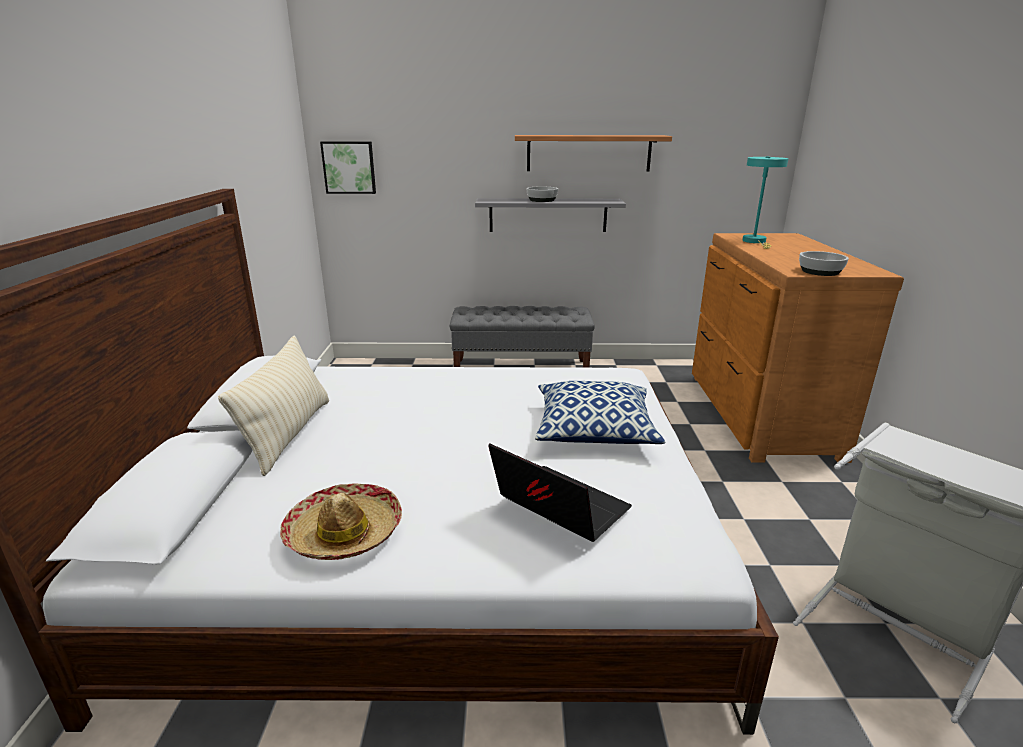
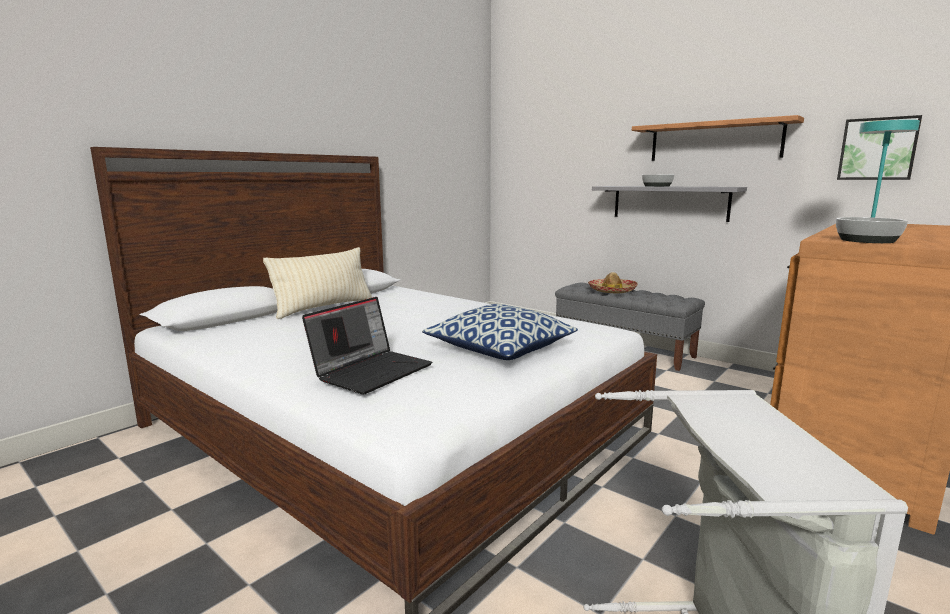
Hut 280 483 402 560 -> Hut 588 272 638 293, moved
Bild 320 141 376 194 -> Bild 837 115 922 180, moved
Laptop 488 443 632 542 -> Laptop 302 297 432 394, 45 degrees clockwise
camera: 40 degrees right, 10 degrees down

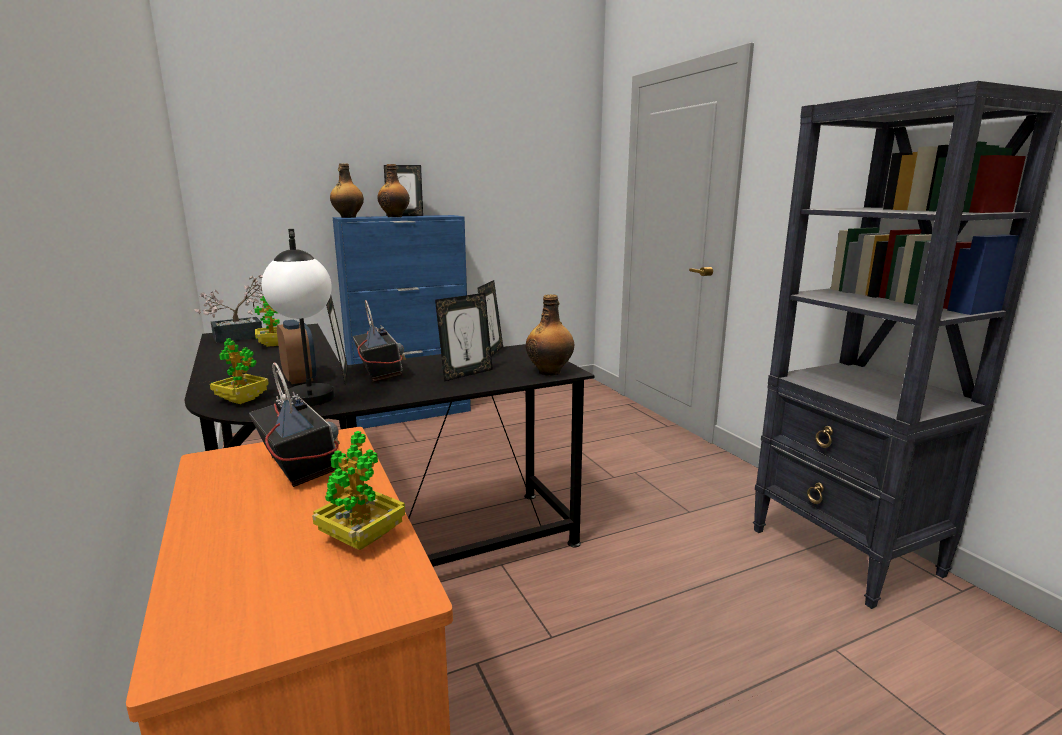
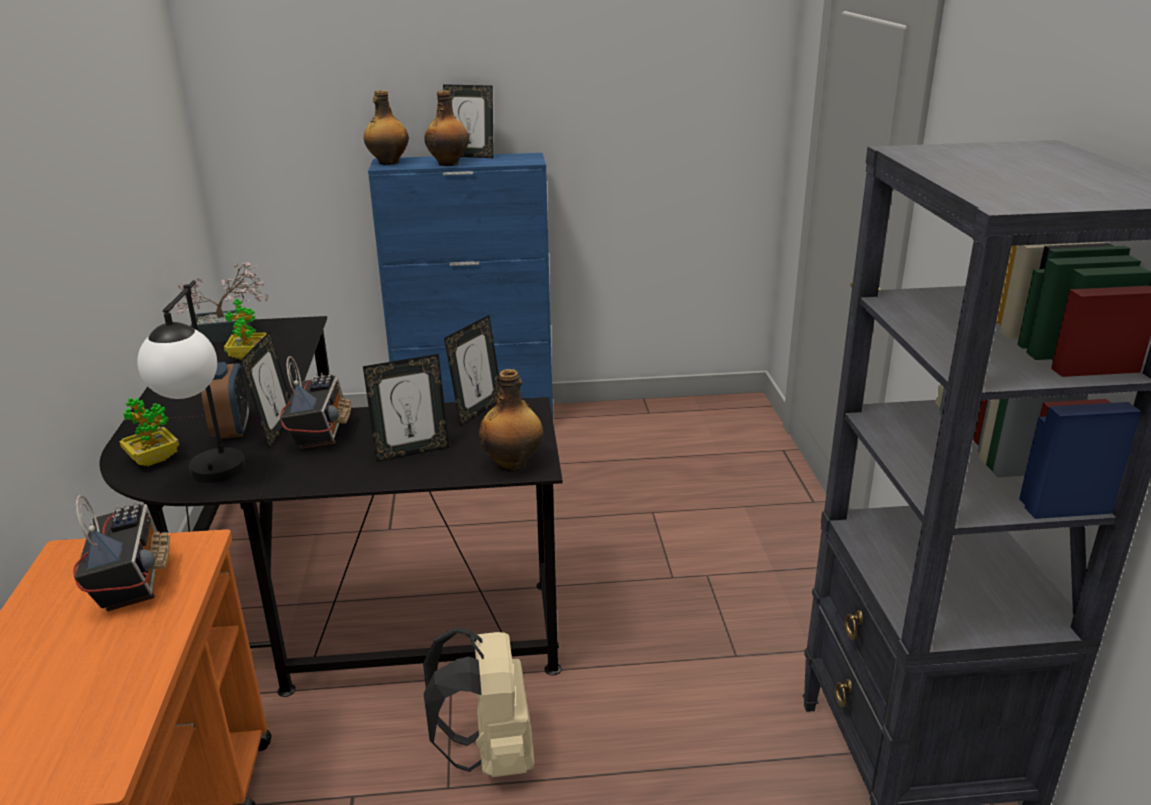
Topfpflanze 312 431 405 550 -> none
none -> Rucksack (beige) 423 628 534 777
camera: 20 degrees right, 10 degrees up

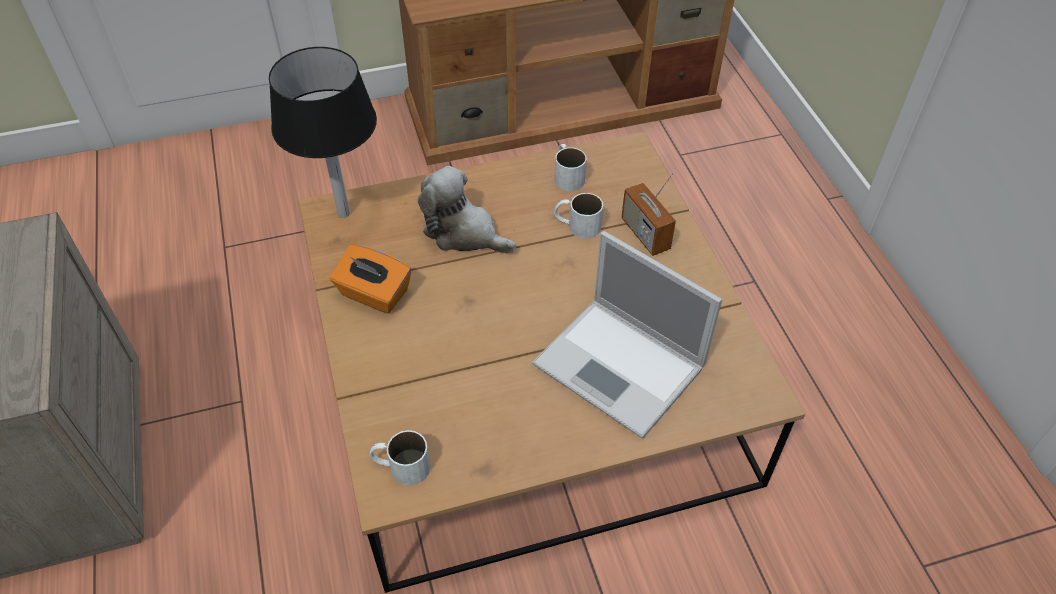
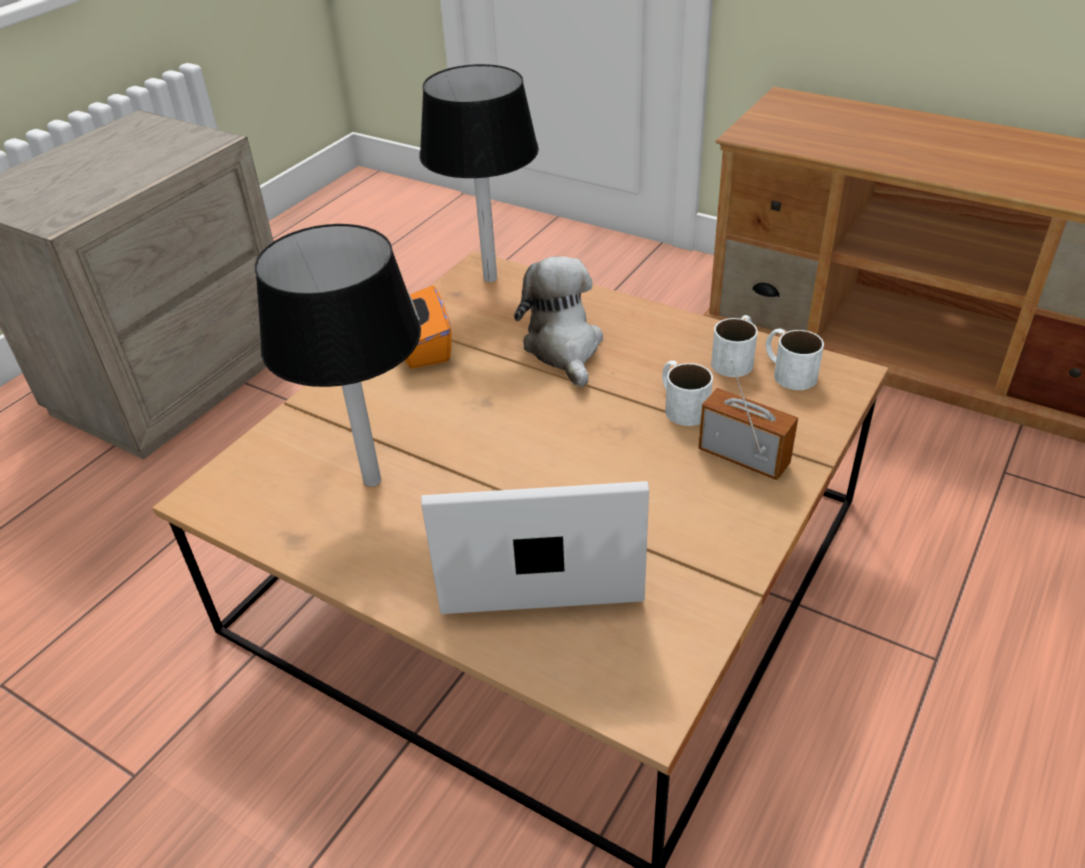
Henkelbecher (weiß) 369 430 430 485 -> Henkelbecher (weiß) 766 329 824 390, moved
Laptop 532 231 722 439 -> Laptop 421 481 649 614, 90 degrees clockwise
Radio 621 172 676 256 -> Radio 698 359 798 480, 105 degrees clockwise
none -> Tischlampe (schwarz) 255 224 421 487
camera: 50 degrees right, 10 degrees down

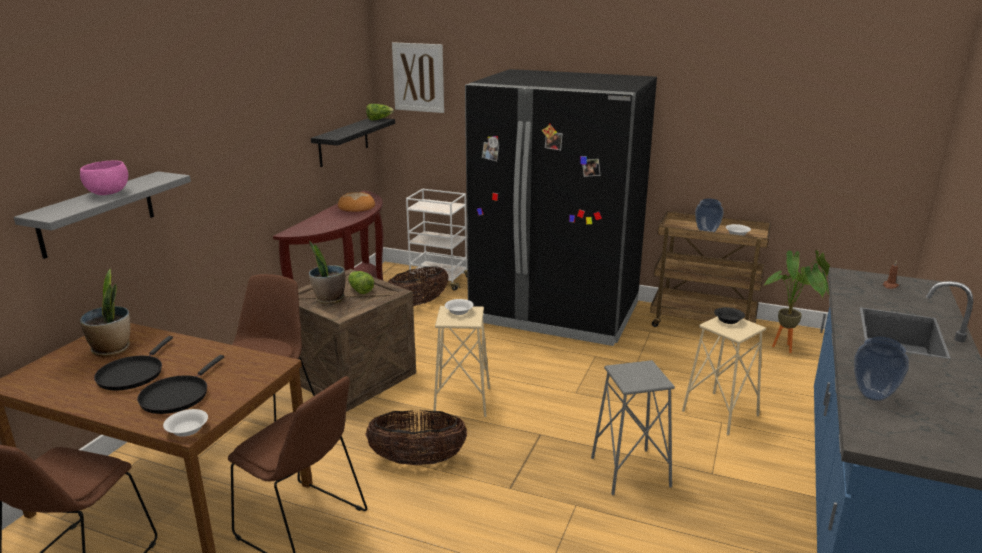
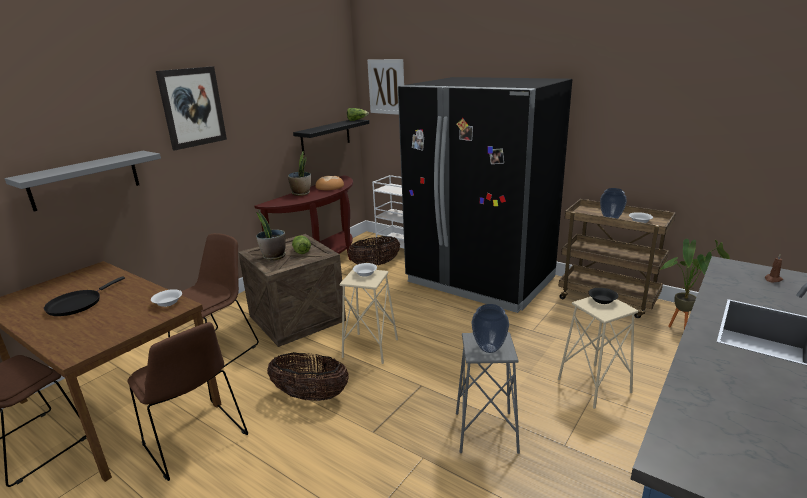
Schüssel (rosa) 80 160 128 195 -> none
Topfpflanze 80 268 130 357 -> Topfpflanze 288 151 311 196, moved
Pfanne (schwarz) 137 355 224 414 -> none
Schüssel (weiß) 163 409 208 437 -> Schüssel (weiß) 151 289 182 307, moved
Vase 854 337 909 401 -> Vase 471 304 509 353, moved
none -> Bild 156 66 227 150
camera: 15 degrees right, 0 degrees up

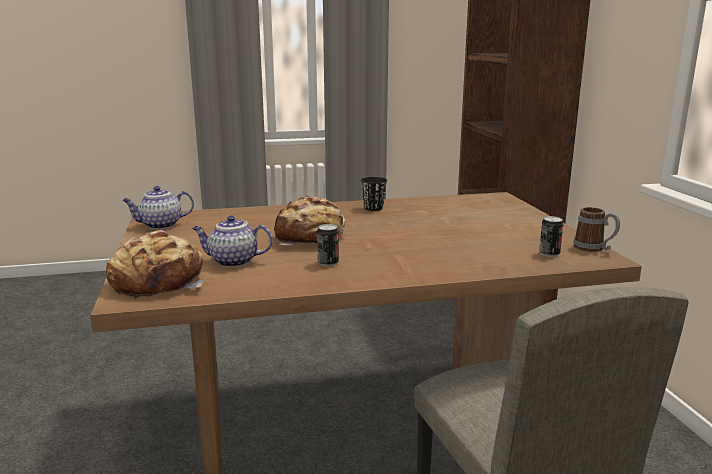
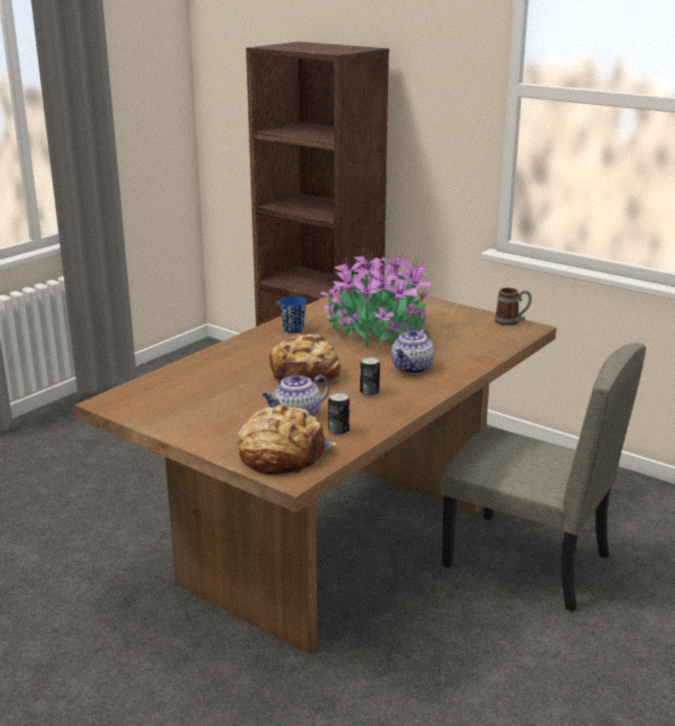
Teekanne 122 186 194 229 -> Teekanne 391 328 434 374, moved
Tasse (schwarz) 361 177 387 211 -> Tasse (blau) 279 296 307 333
Dose 539 216 563 257 -> Dose 328 393 350 436, moved
none -> Topfpflanze 320 247 432 347
camera: 40 degrees left, 5 degrees up

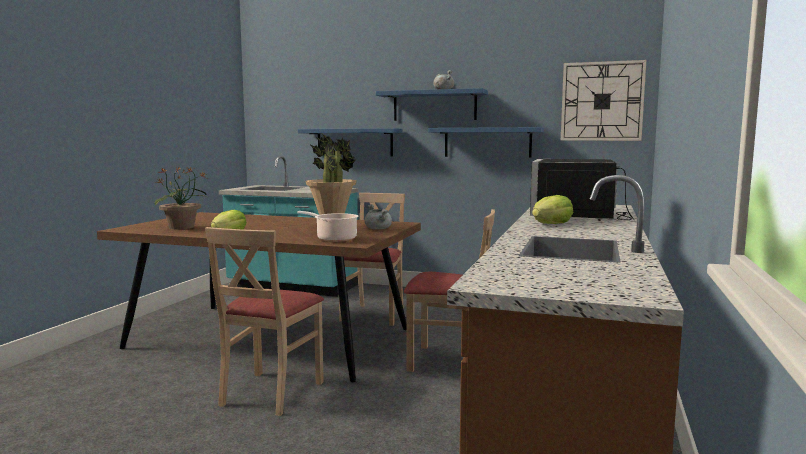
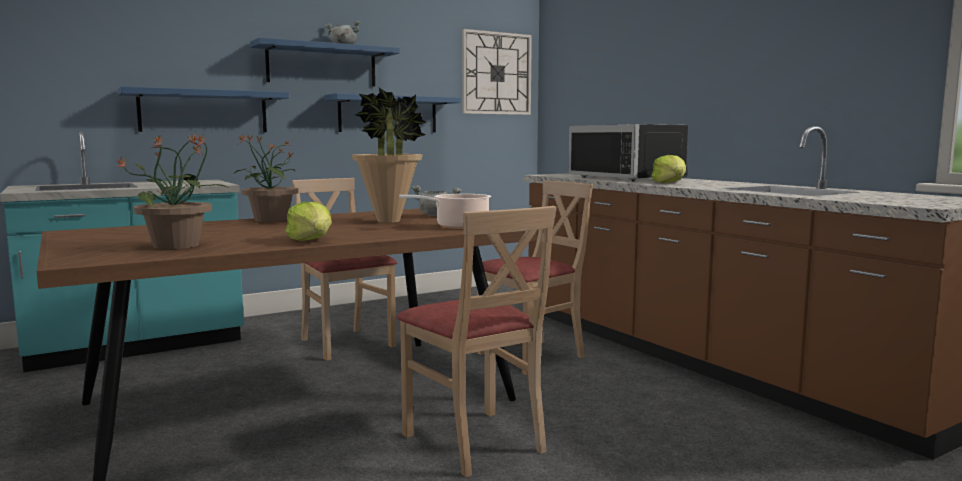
none -> Topfpflanze 233 133 298 222
camera: 50 degrees left, 0 degrees up

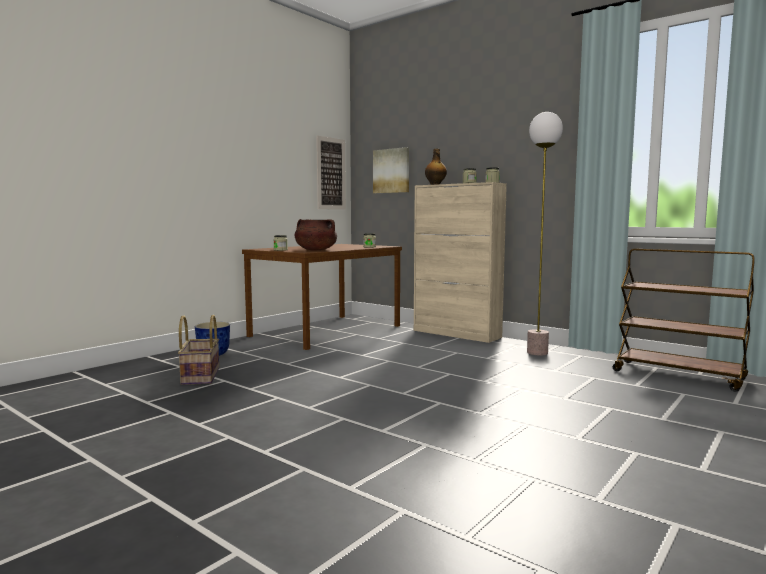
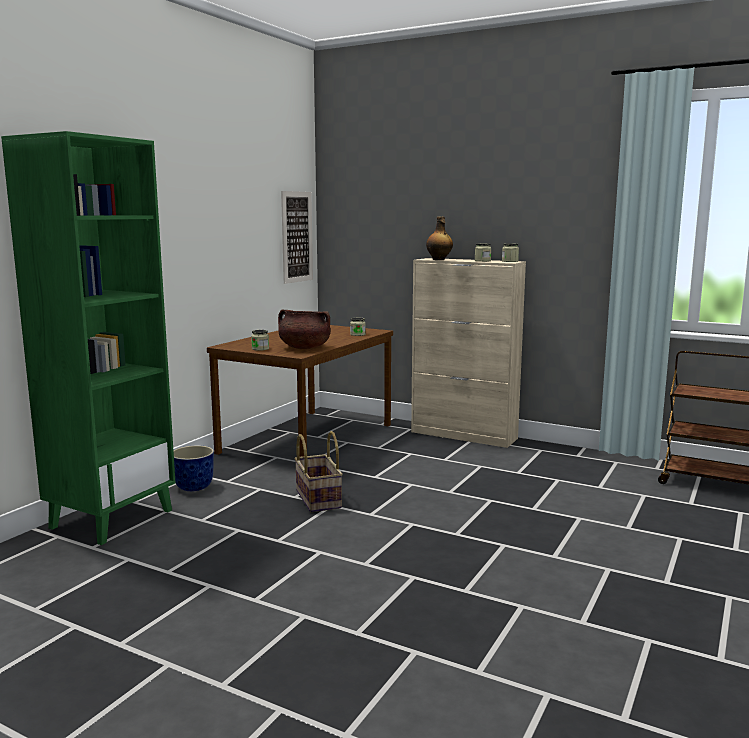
Korb 178 315 219 385 -> Korb 294 431 343 512, moved
Bild 373 147 409 193 -> none
Stehlampe 527 112 563 356 -> none
none -> Bücherregal (grün) 1 131 176 545
camera: 10 degrees left, 5 degrees up

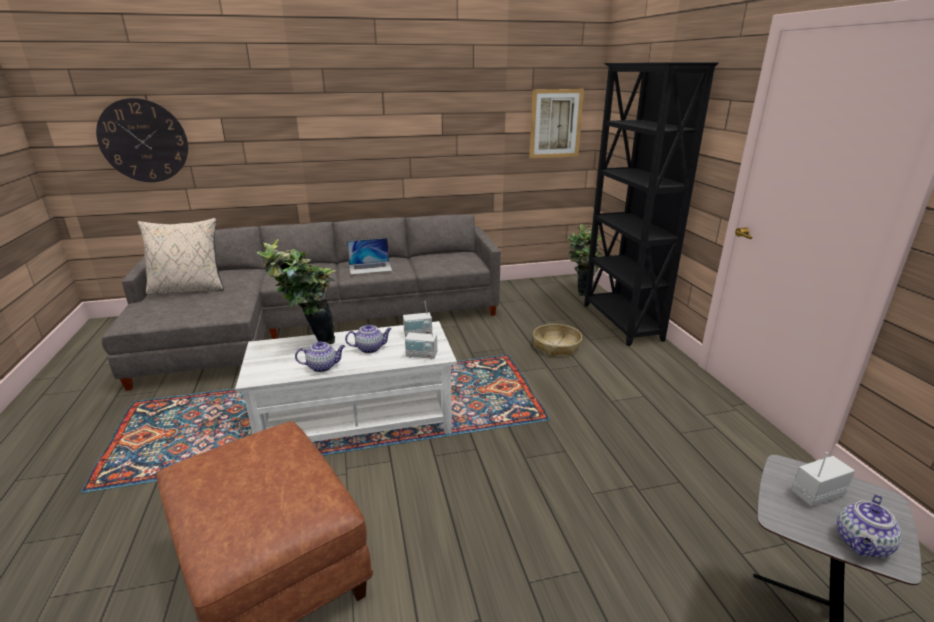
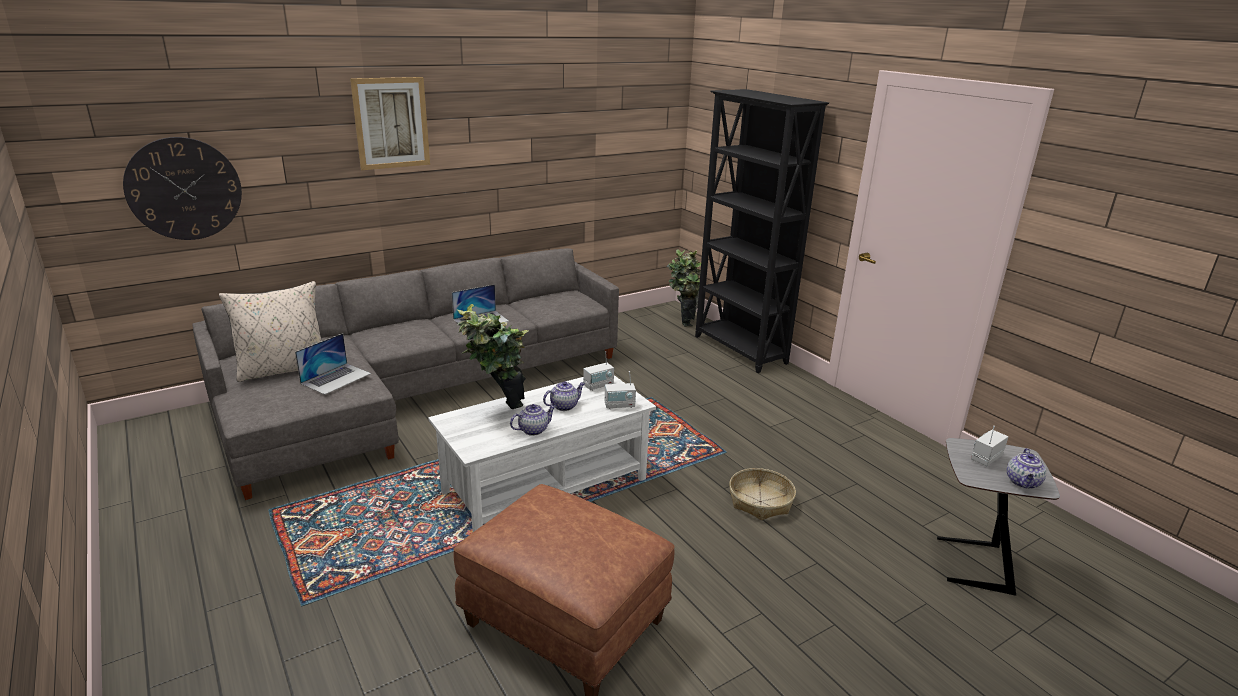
Bild 529 89 584 158 -> Bild 350 77 430 170, moved
Korb 533 324 582 356 -> Korb 729 468 796 520, moved
none -> Laptop 295 333 371 395
camera: 20 degrees left, 0 degrees up

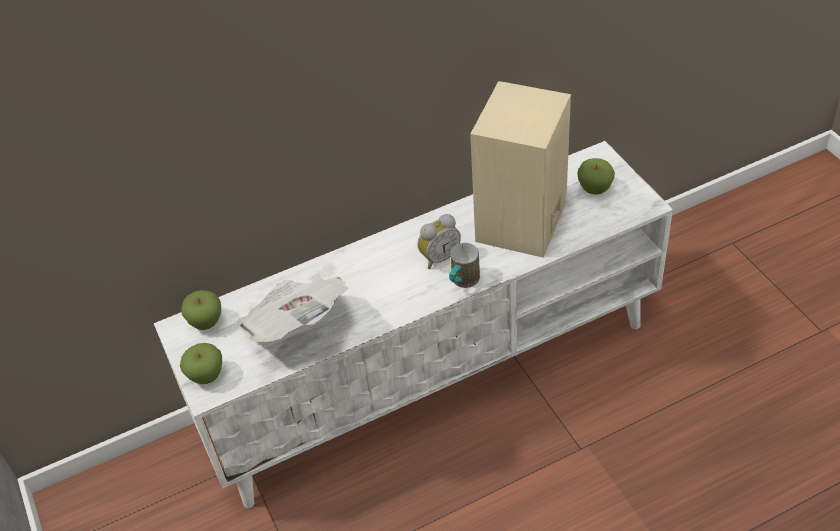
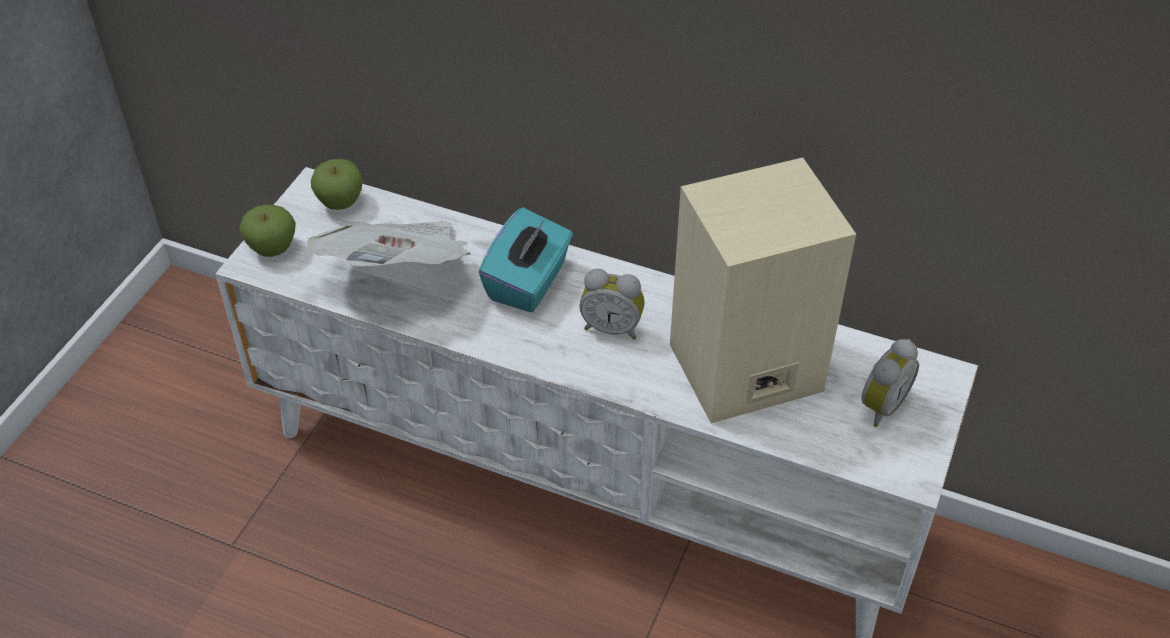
Henkelbecher 449 243 480 288 -> none
Apfel 577 158 615 195 -> Wecker 861 339 919 427
none -> Taschentuchbox (türkis) 478 207 573 312
camera: 45 degrees right, 0 degrees up

